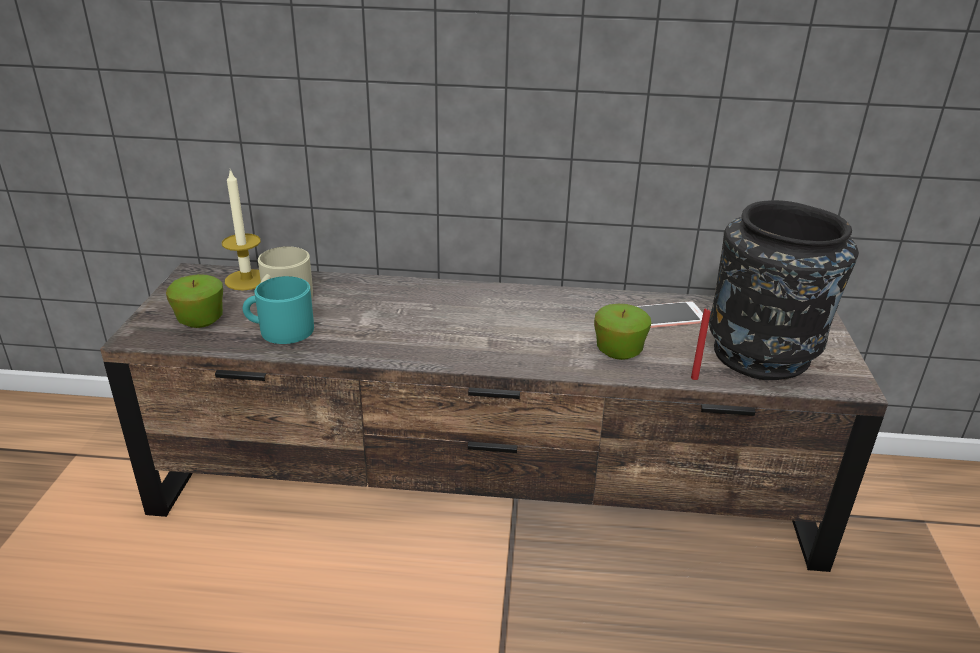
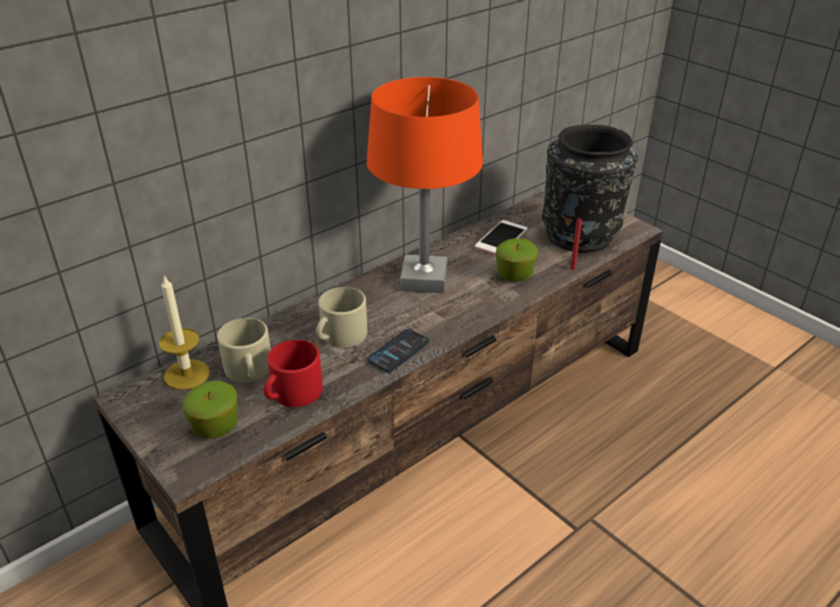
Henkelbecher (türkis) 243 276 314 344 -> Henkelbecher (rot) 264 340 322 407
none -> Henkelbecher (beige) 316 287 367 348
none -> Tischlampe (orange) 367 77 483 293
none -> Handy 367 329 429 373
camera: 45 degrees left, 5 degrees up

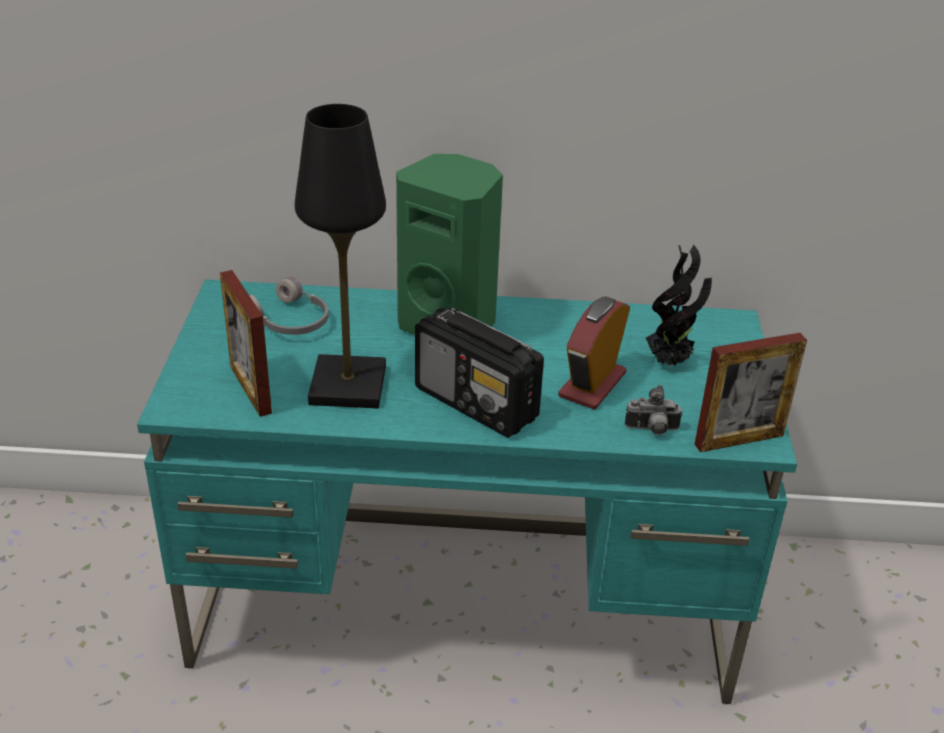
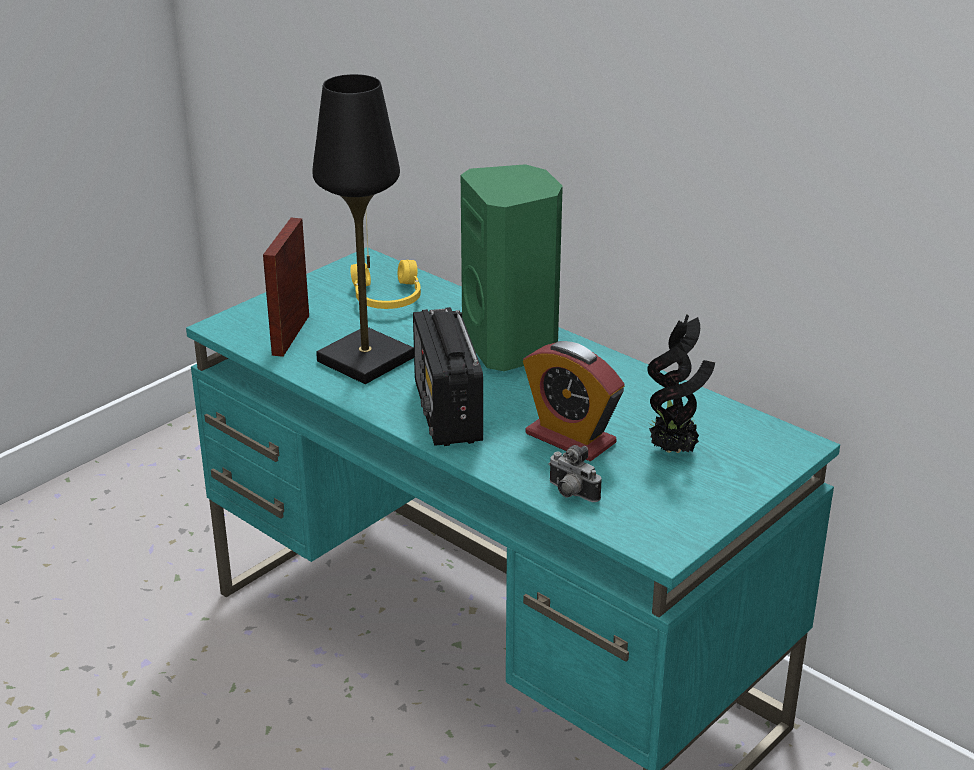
Kopfhörer (grau) 249 276 329 335 -> Kopfhörer (gelb) 350 260 421 309
Wecker 558 296 630 410 -> Wecker 523 341 625 461, 120 degrees counterclockwise
Bilderrahmen 695 333 807 452 -> none
camera: 40 degrees right, 5 degrees down

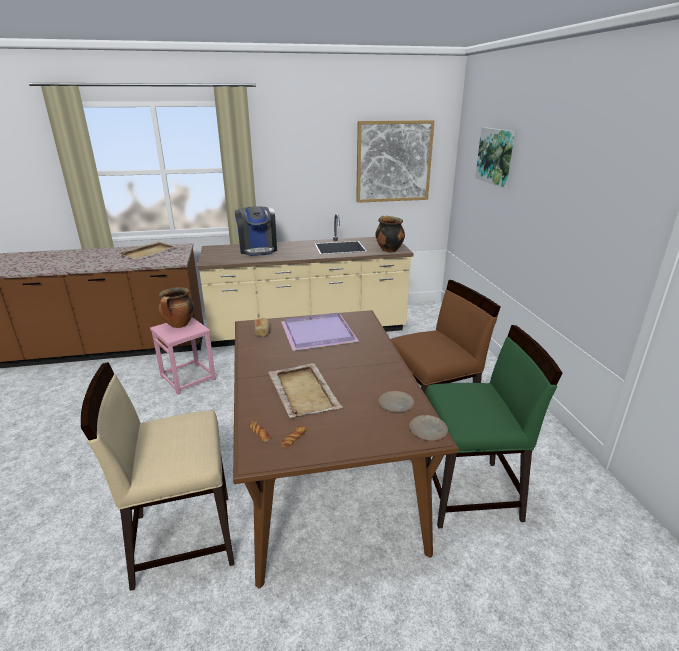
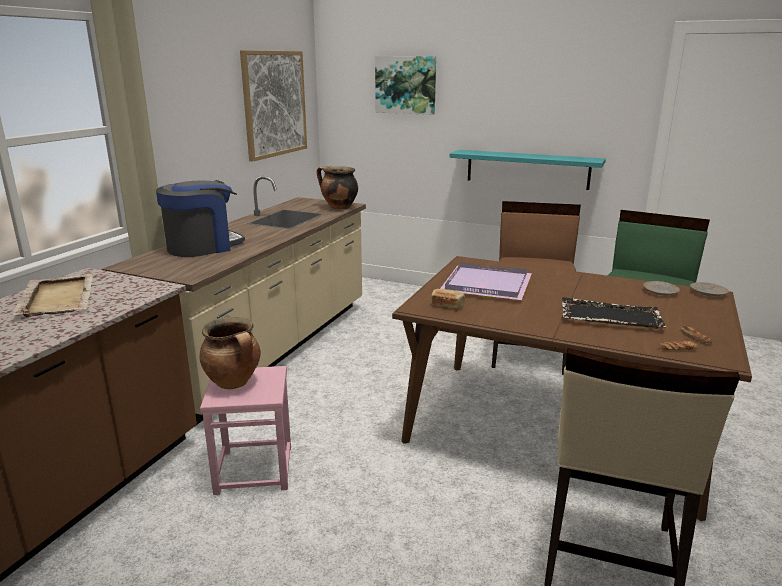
Kaffeemaschine 234 206 277 256 -> Kaffeemaschine 156 180 245 257, 60 degrees counterclockwise
Tablett (beige) 268 363 343 418 -> Tablett (schwarz) 562 297 666 329
none -> Wandregal (türkis) 450 150 606 190
camera: 55 degrees left, 5 degrees down

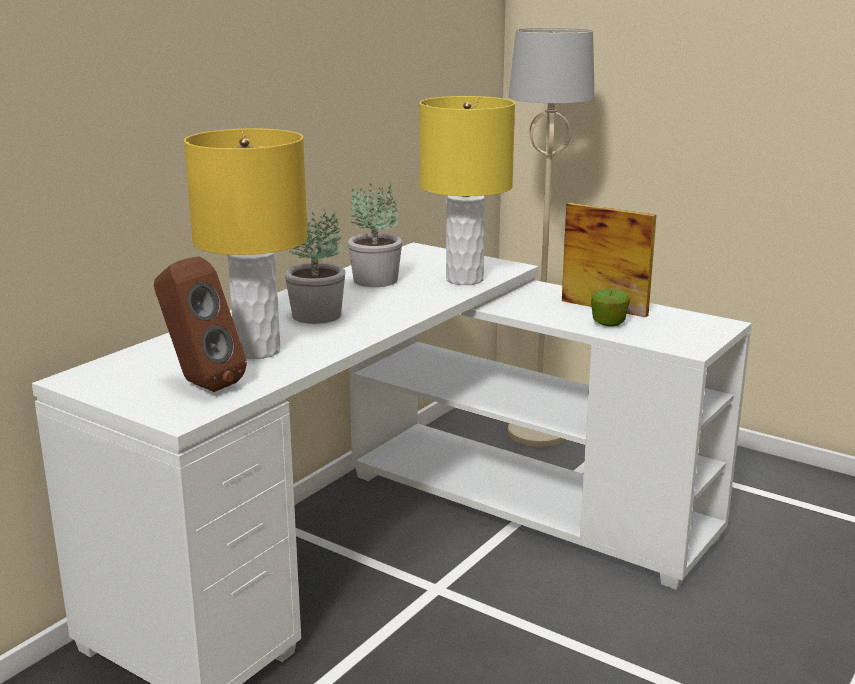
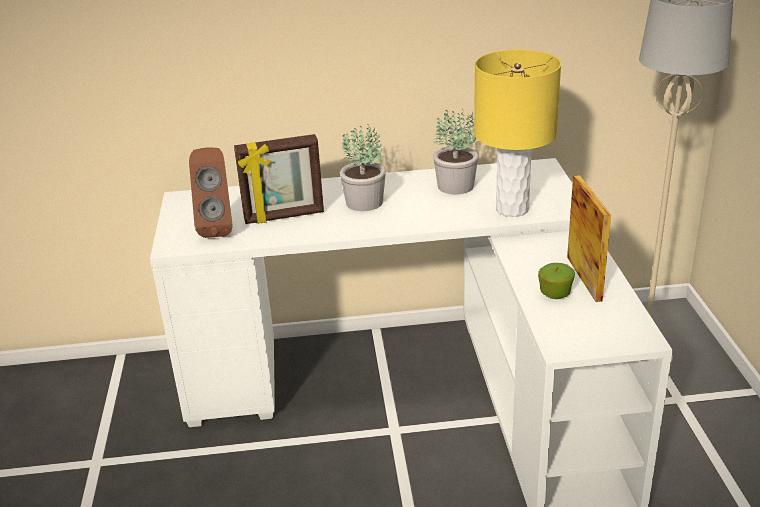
Tischlampe (gelb) 184 128 308 359 -> Bilderrahmen 234 134 324 224
camera: 50 degrees right, 10 degrees up

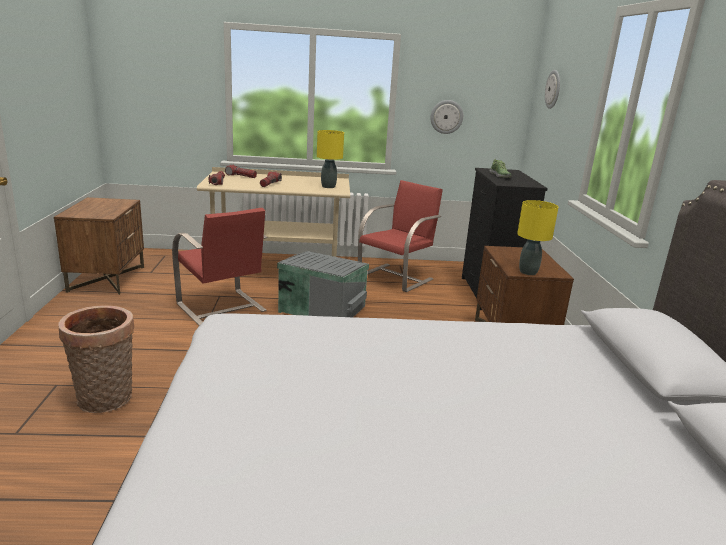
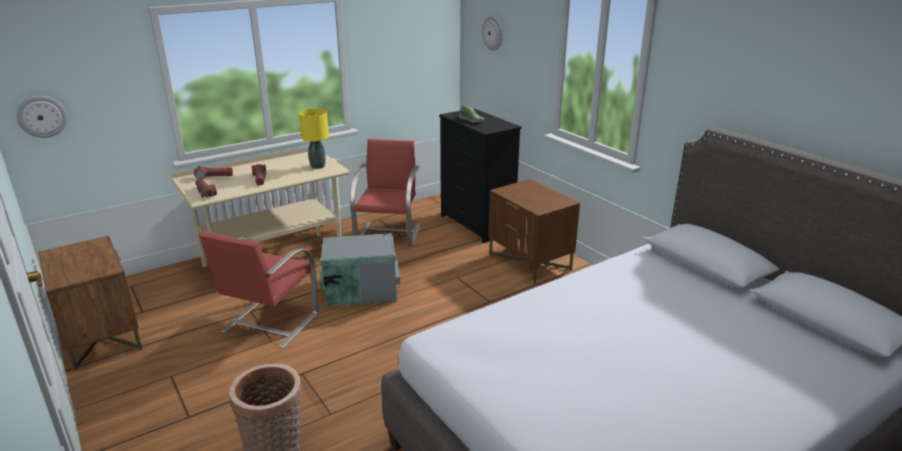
Stuhl (rot) 172 208 267 326 -> Stuhl (rot) 199 231 318 348, 90 degrees clockwise
Wanduhr 430 100 463 134 -> Wanduhr 16 96 67 138, moved
Tischlampe (gelb) 517 200 558 275 -> none
camera: 30 degrees left, 5 degrees up

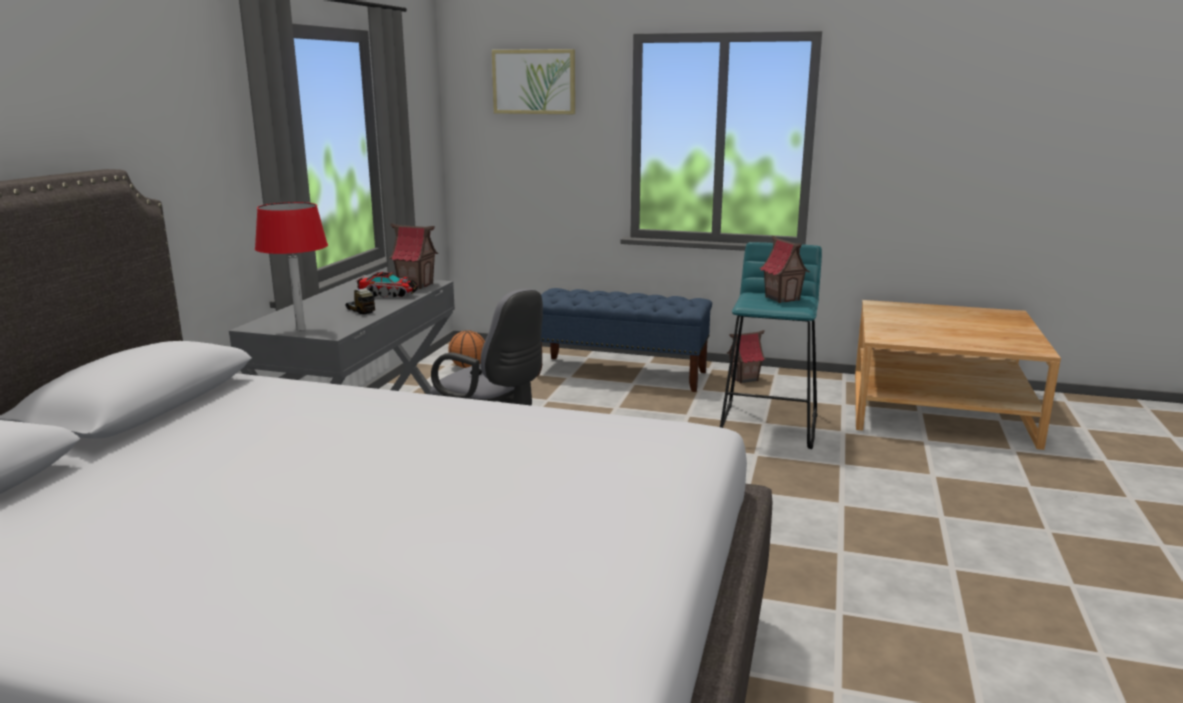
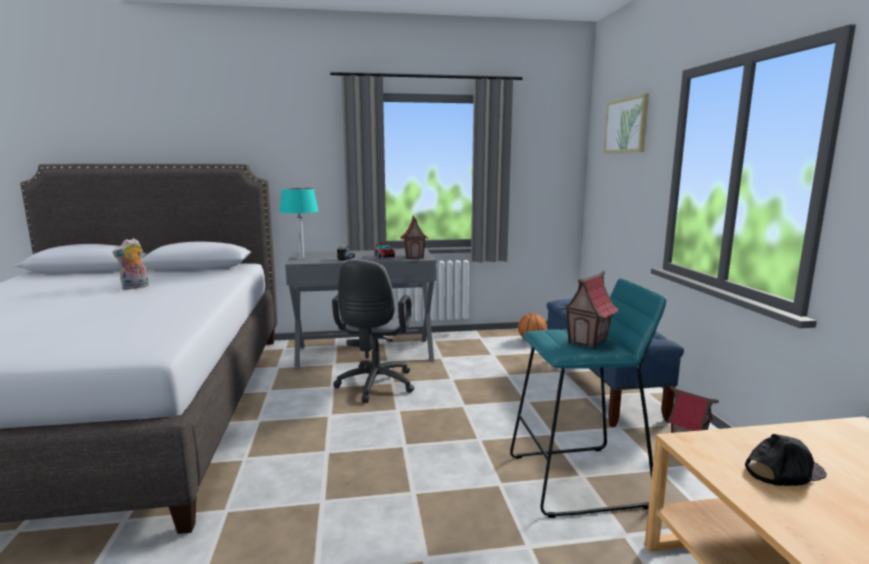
Tischlampe (rot) 255 202 328 331 -> Tischlampe (türkis) 279 188 319 258
none -> Plüschtier 112 238 149 290
none -> Kappe (schwarz) 745 434 827 486
camera: 65 degrees right, 5 degrees down

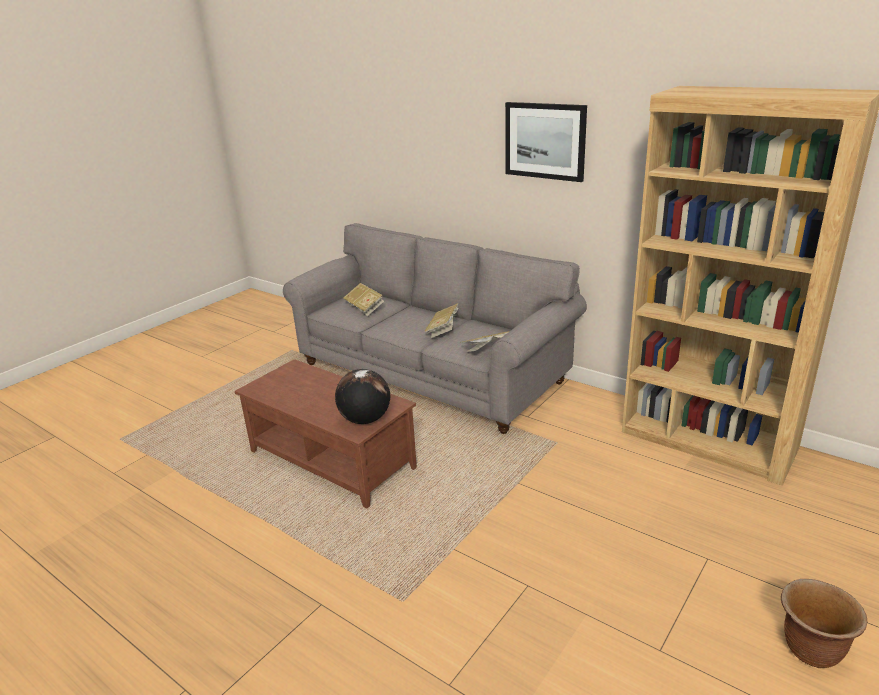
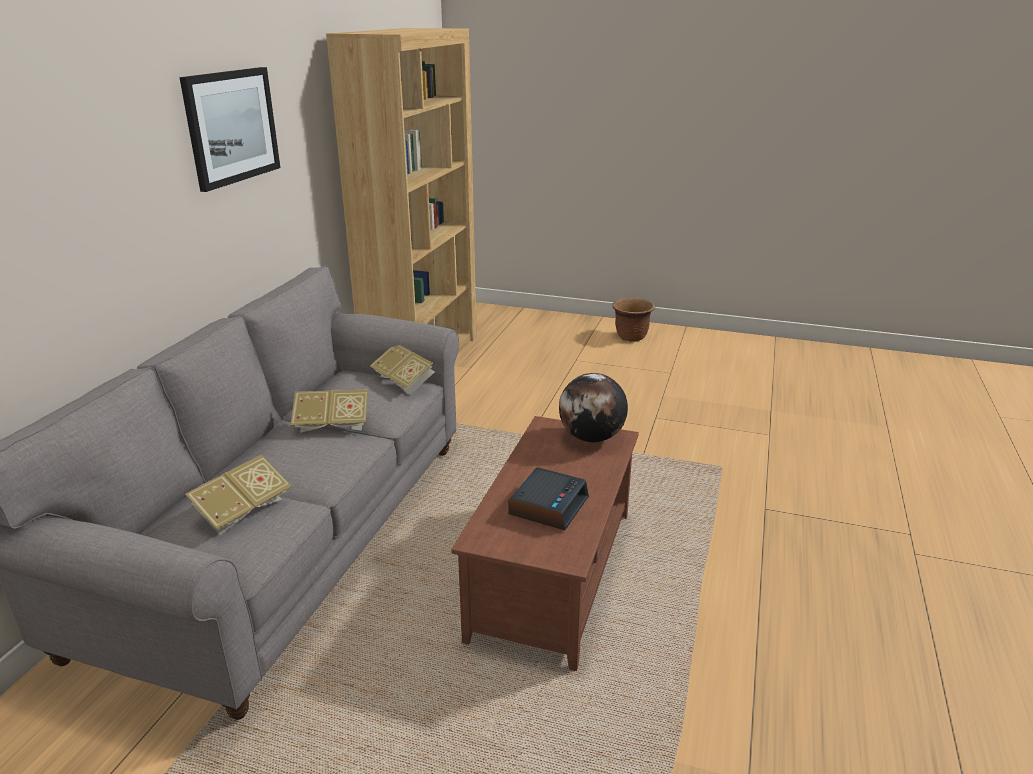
none -> Wecker 508 467 589 530
camera: 110 degrees left, 0 degrees up

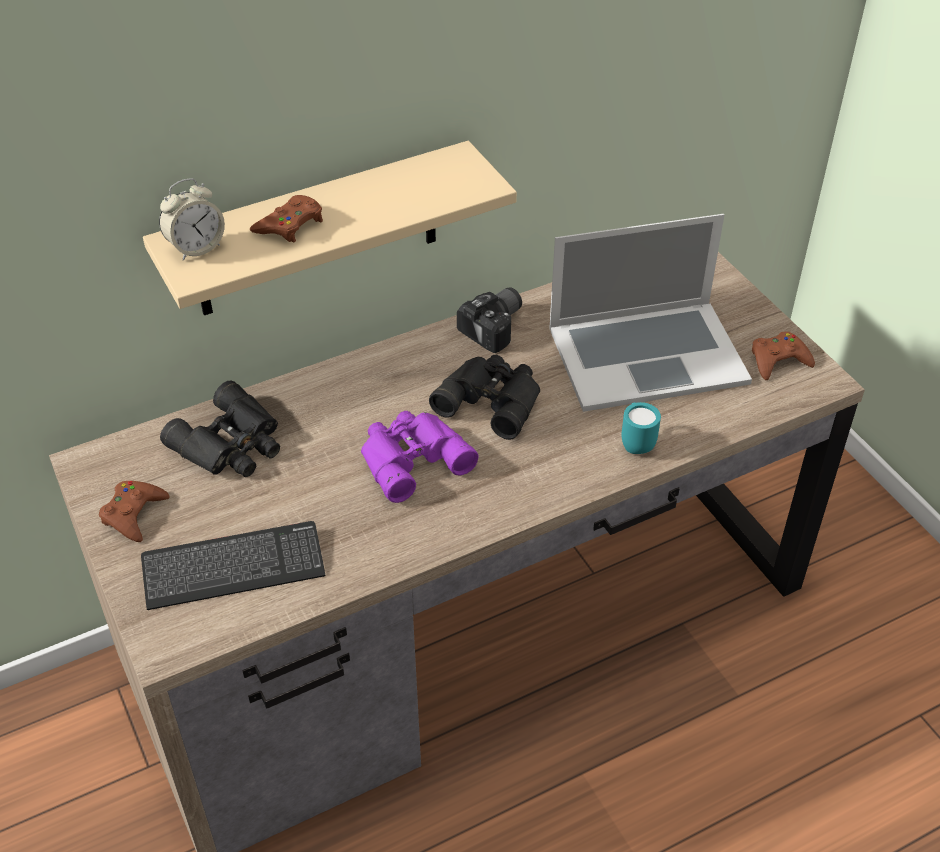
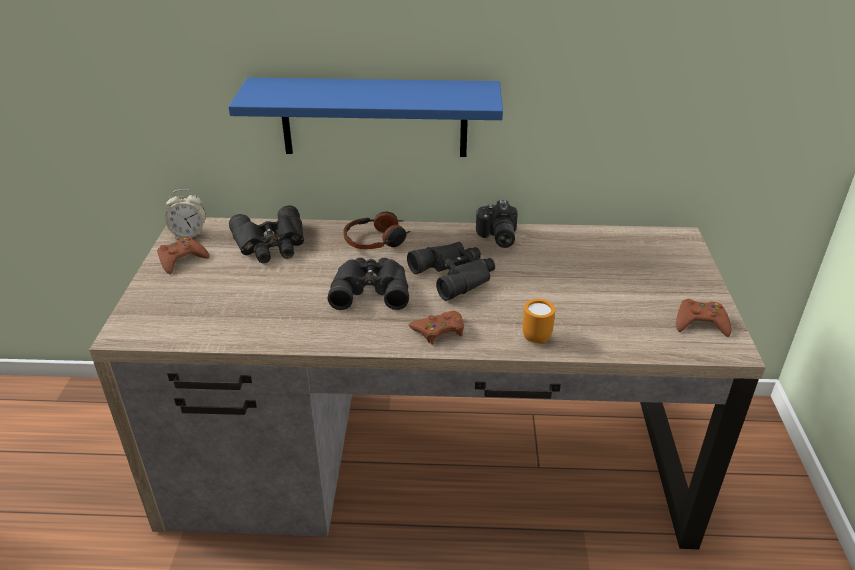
Tastatur 141 521 325 610 -> none
Wandregal (beige) 143 141 517 315 -> Wandregal (blau) 228 78 503 157
Wecker 159 178 225 261 -> Wecker 165 189 206 238, moved
Gamepad (braun) 250 195 323 243 -> Gamepad (braun) 409 311 464 345, moved
Fernglas (lila) 361 411 478 503 -> Fernglas (schwarz) 328 258 409 310
Kamera 457 287 522 353 -> Kamera 476 200 518 248, 105 degrees clockwise
Laptop 549 214 752 412 -> none
Henkelbecher (türkis) 621 402 661 454 -> Henkelbecher (orange) 522 299 556 343
none -> Kopfhörer 344 212 411 249
camera: 30 degrees right, 10 degrees down

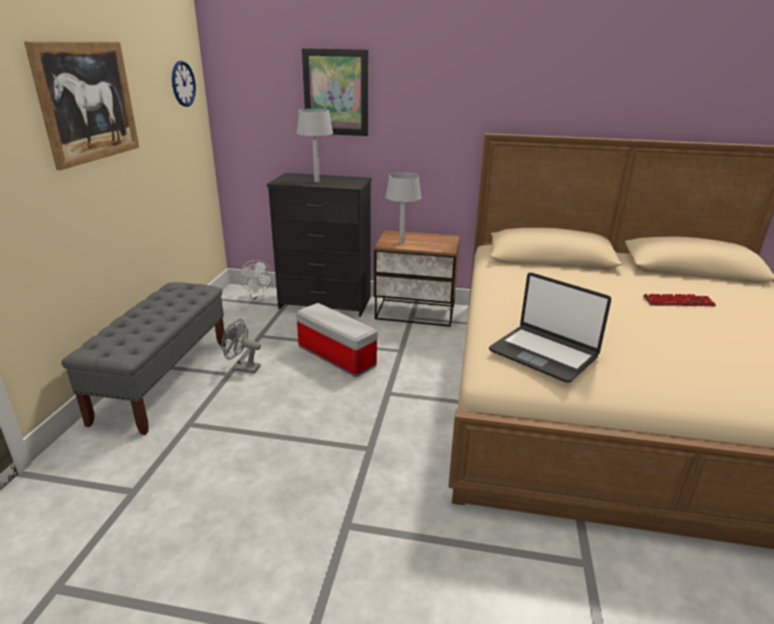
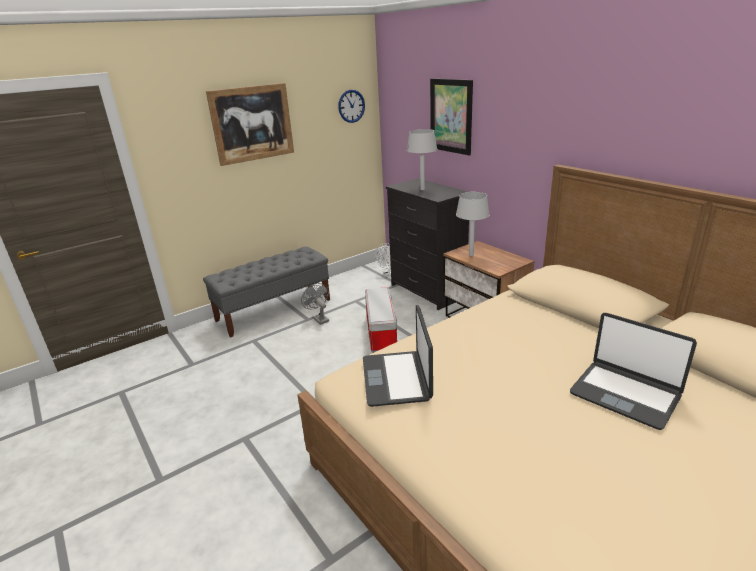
Tastatur 643 294 716 306 -> Laptop 570 313 697 430
camera: 45 degrees right, 0 degrees up

